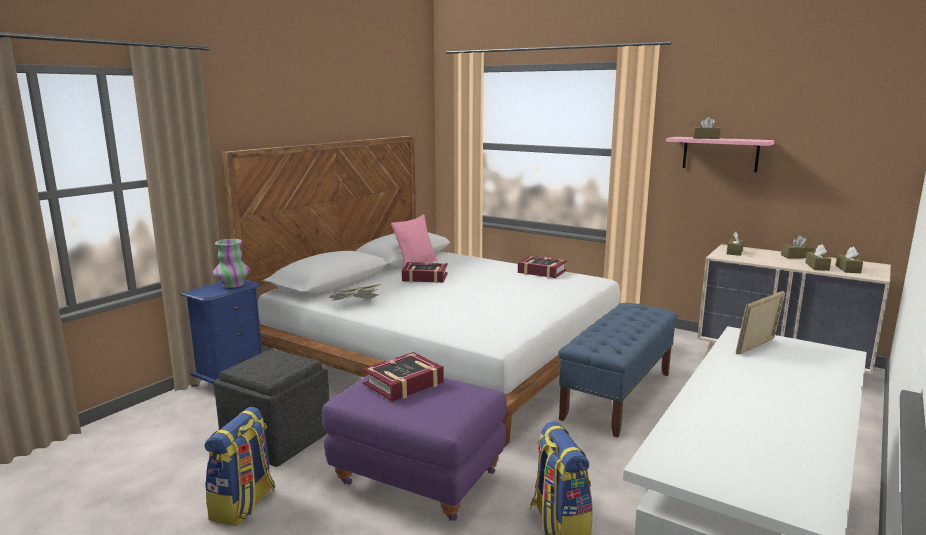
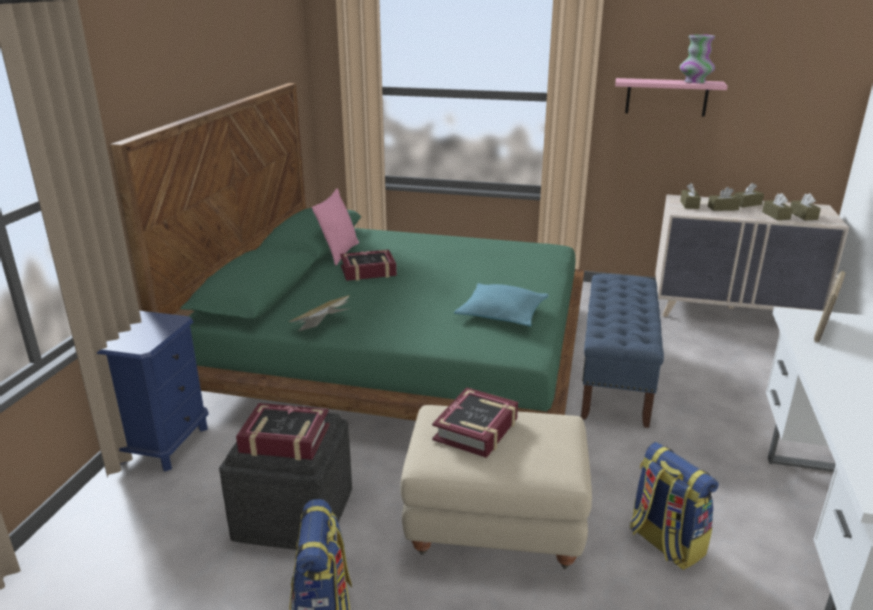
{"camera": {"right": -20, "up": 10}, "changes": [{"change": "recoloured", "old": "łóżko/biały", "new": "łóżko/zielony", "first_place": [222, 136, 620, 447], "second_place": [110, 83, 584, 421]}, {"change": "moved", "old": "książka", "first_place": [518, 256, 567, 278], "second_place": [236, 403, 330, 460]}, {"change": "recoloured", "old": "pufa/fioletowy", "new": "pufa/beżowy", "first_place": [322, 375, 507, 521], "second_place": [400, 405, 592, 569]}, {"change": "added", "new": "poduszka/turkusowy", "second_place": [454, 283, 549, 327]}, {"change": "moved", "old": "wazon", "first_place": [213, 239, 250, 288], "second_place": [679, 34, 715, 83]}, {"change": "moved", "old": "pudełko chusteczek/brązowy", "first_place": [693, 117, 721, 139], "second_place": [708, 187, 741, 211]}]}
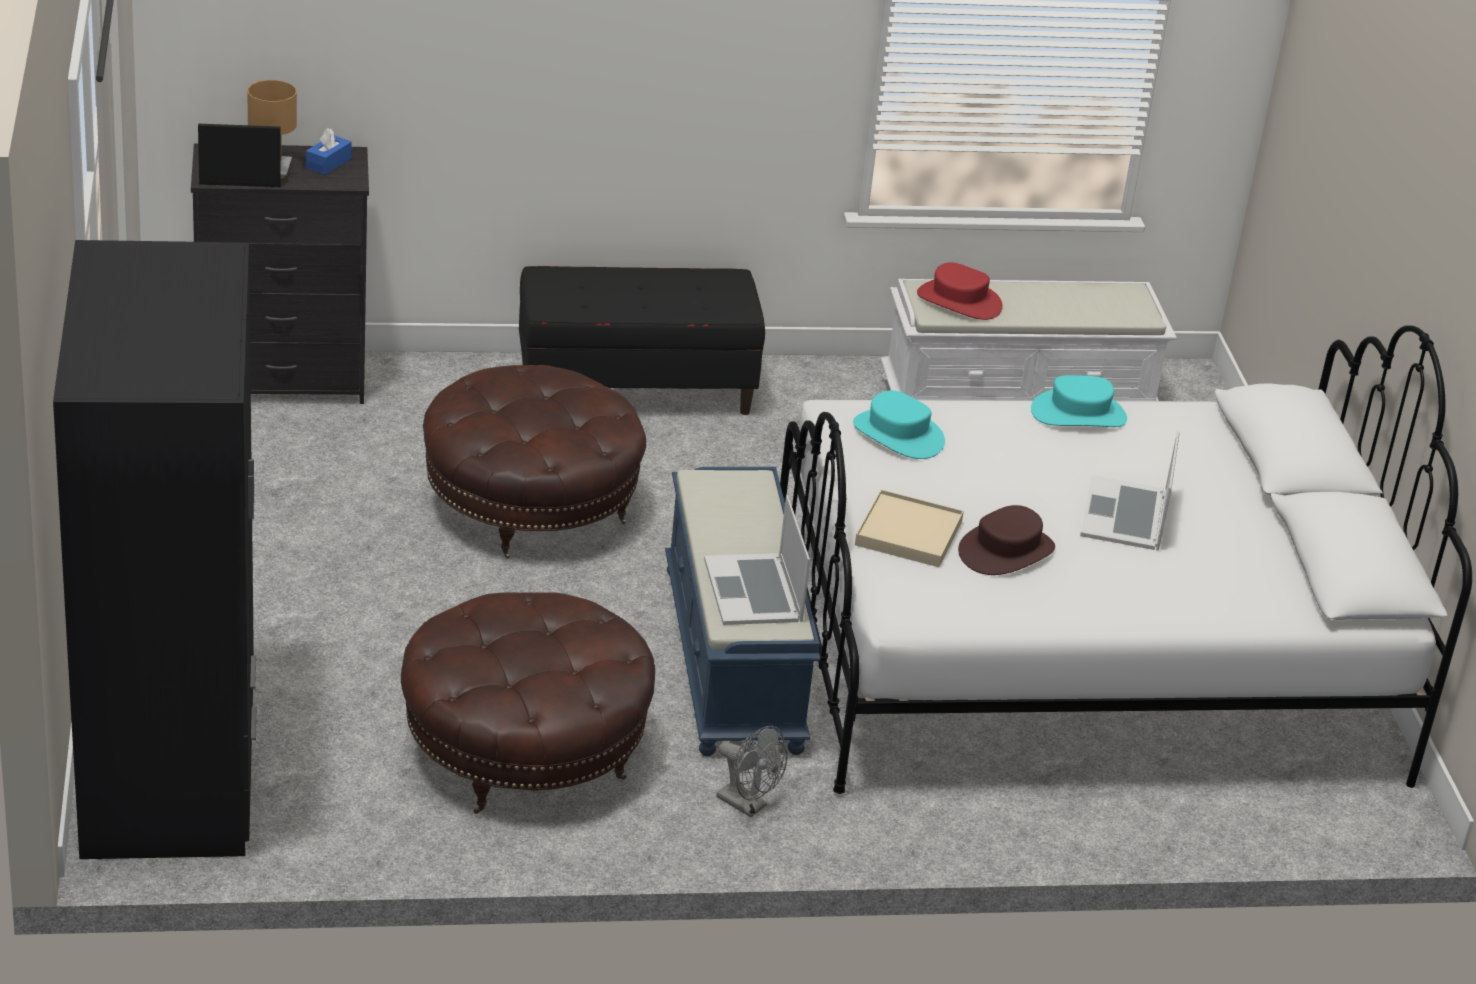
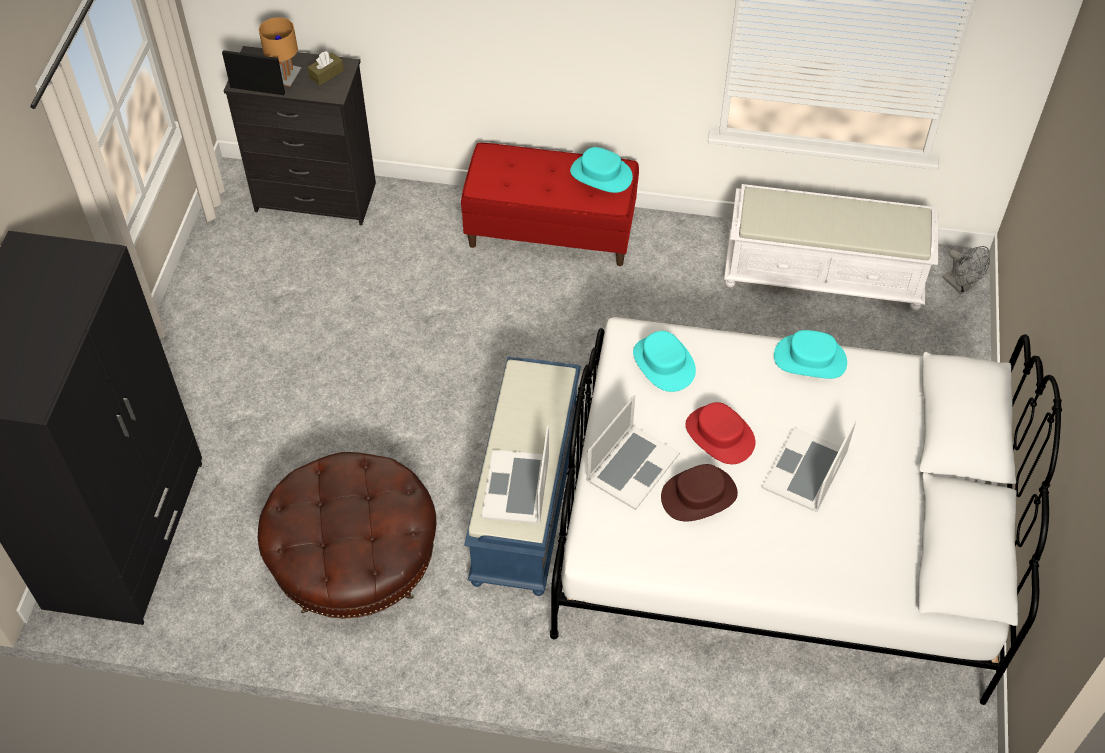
{"camera": {"right": 20, "up": 20}, "changes": [{"change": "recoloured", "old": "pudełko chusteczek/niebieski", "new": "pudełko chusteczek/brązowy", "first_place": [306, 128, 352, 175], "second_place": [307, 51, 344, 86]}, {"change": "recoloured", "old": "ławka/czarny", "new": "ławka/czerwony", "first_place": [519, 266, 765, 415], "second_place": [461, 143, 639, 266]}, {"change": "added", "new": "kapelusz/turkusowy", "second_place": [570, 147, 633, 193]}, {"change": "replaced", "old": "taca/beżowy", "new": "laptop", "first_place": [855, 490, 964, 567], "second_place": [587, 395, 680, 510]}, {"change": "moved", "old": "kapelusz/czerwony", "first_place": [917, 262, 1003, 320], "second_place": [686, 402, 756, 464]}, {"change": "moved", "old": "wentylator/szary", "first_place": [716, 726, 787, 817], "second_place": [943, 246, 990, 294]}, {"change": "removed", "old": "pufa/brązowy", "first_place": [423, 365, 646, 559]}]}
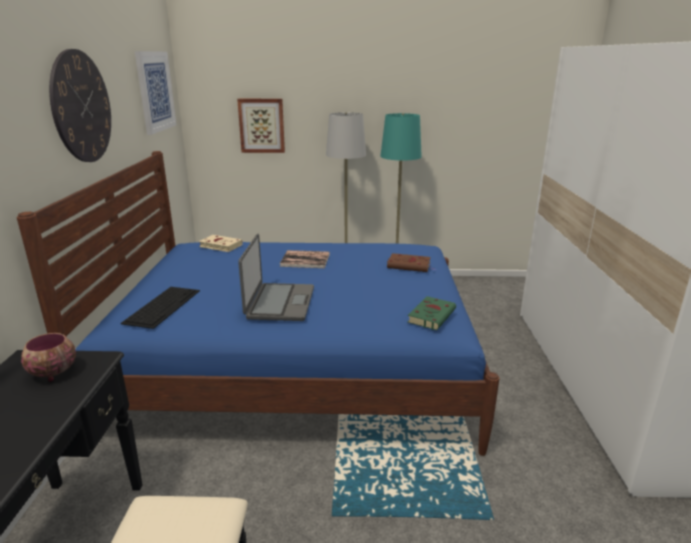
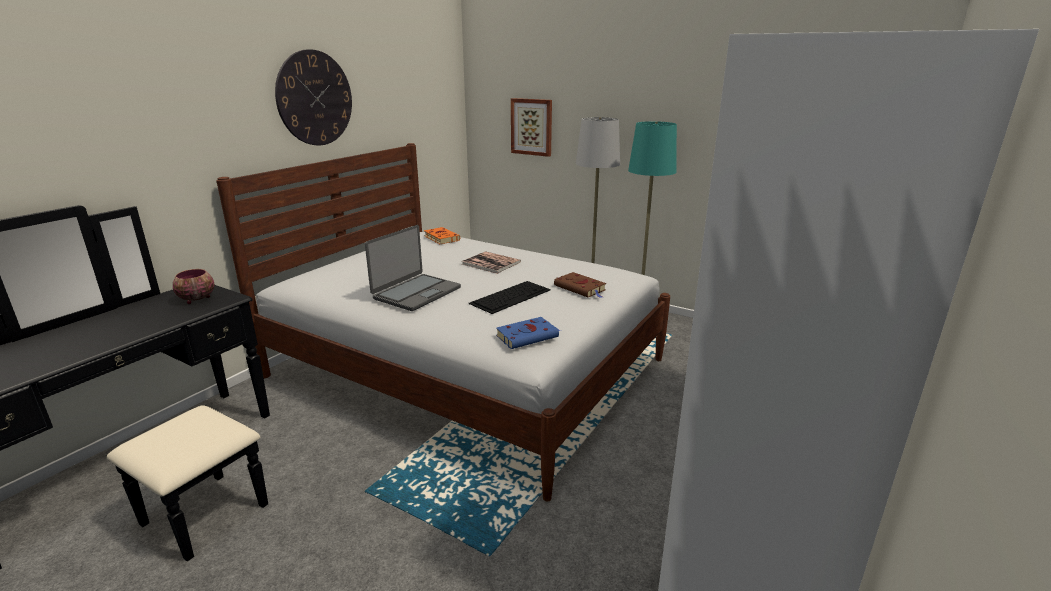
{"camera": {"right": 30, "up": 0}, "changes": [{"change": "recoloured", "old": "łóżko/niebieski", "new": "łóżko/biały", "first_place": [17, 151, 500, 456], "second_place": [216, 143, 670, 502]}, {"change": "recoloured", "old": "książka/beżowy", "new": "książka/pomarańczowy", "first_place": [199, 235, 243, 252], "second_place": [424, 227, 460, 244]}, {"change": "moved", "old": "klawiatura", "first_place": [120, 287, 200, 329], "second_place": [468, 281, 551, 314]}, {"change": "recoloured", "old": "książka/zielony", "new": "książka/niebieski", "first_place": [407, 296, 456, 330], "second_place": [496, 317, 561, 349]}, {"change": "removed", "old": "obraz", "first_place": [135, 51, 177, 135]}]}
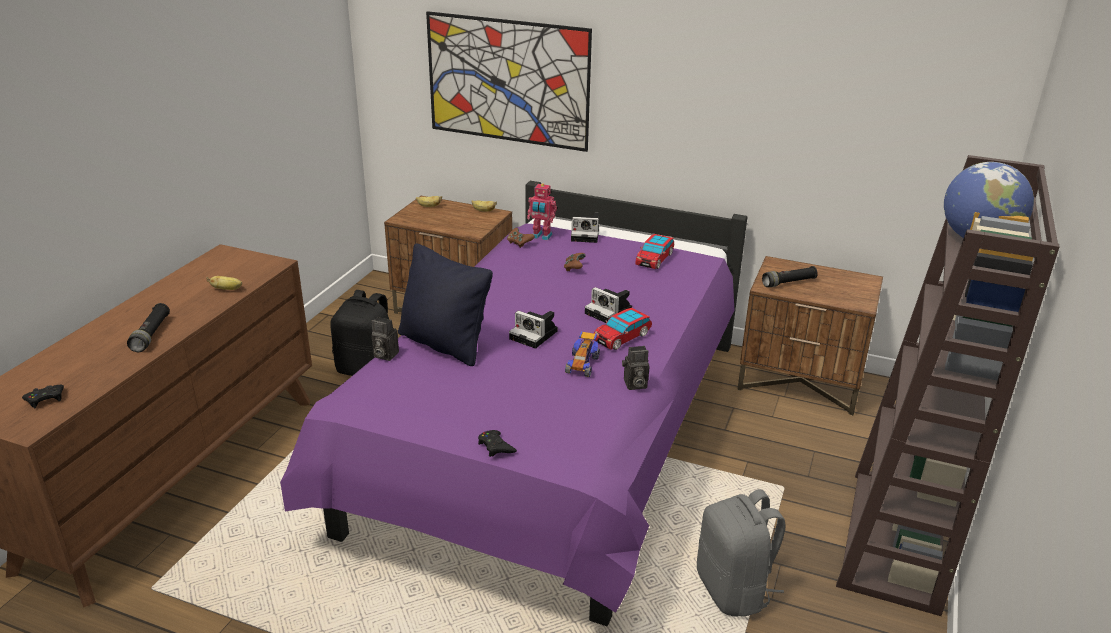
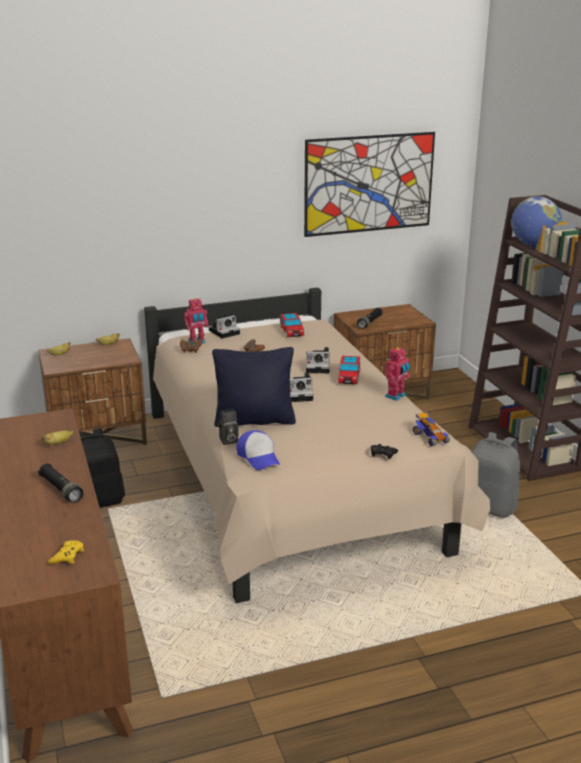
{"camera": {"right": -40, "up": -5}, "changes": [{"change": "recoloured", "old": "pad do gier/czarny", "new": "pad do gier/żółty", "first_place": [22, 385, 64, 409], "second_place": [48, 540, 84, 564]}, {"change": "recoloured", "old": "łóżko/fioletowy", "new": "łóżko/beżowy", "first_place": [280, 181, 747, 626], "second_place": [144, 288, 490, 603]}, {"change": "added", "new": "czapka z daszkiem", "second_place": [236, 430, 280, 470]}, {"change": "moved", "old": "obraz", "first_place": [426, 11, 592, 152], "second_place": [304, 132, 435, 237]}, {"change": "replaced", "old": "aparat fotograficzny", "new": "robot zabawkowy", "first_place": [622, 346, 650, 390], "second_place": [385, 346, 410, 401]}, {"change": "moved", "old": "samochodzik", "first_place": [565, 331, 600, 377], "second_place": [413, 412, 450, 446]}]}
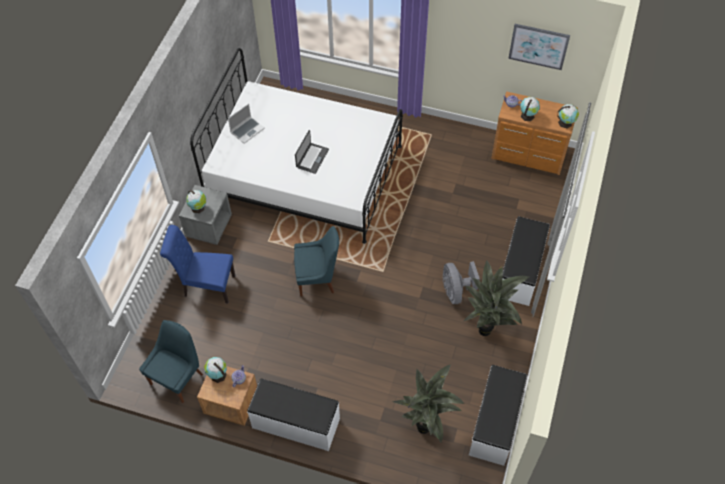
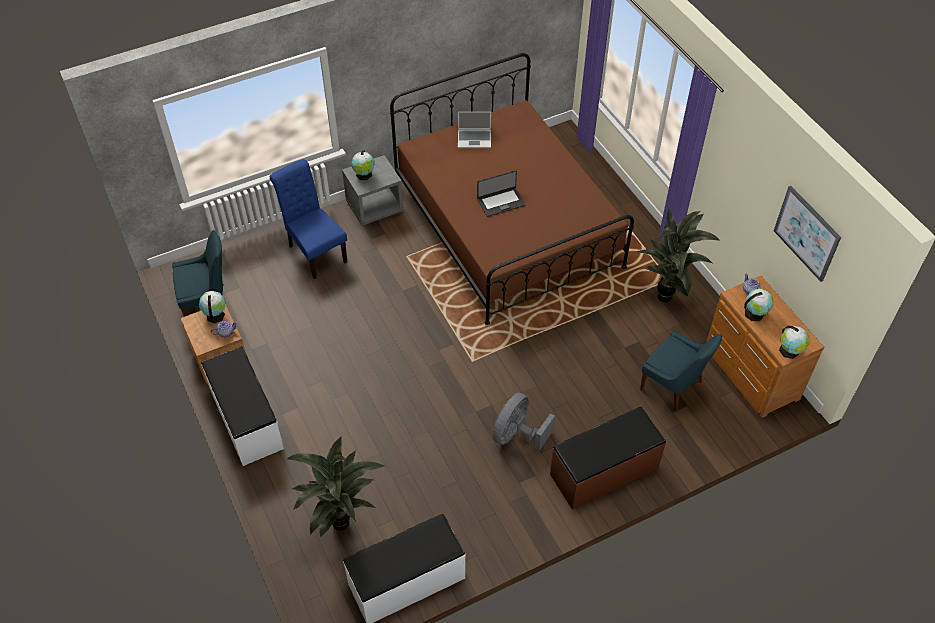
{"camera": {"right": 45, "up": -5}, "changes": [{"change": "recoloured", "old": "łóżko/biały", "new": "łóżko/brązowy", "first_place": [190, 48, 403, 244], "second_place": [390, 53, 634, 325]}, {"change": "recoloured", "old": "ławka/biały", "new": "ławka/brązowy", "first_place": [502, 216, 550, 306], "second_place": [550, 407, 666, 510]}, {"change": "moved", "old": "roślina doniczkowa", "first_place": [464, 261, 529, 336], "second_place": [636, 209, 720, 303]}, {"change": "moved", "old": "krzesło/niebieski", "first_place": [294, 226, 339, 296], "second_place": [640, 331, 722, 412]}]}
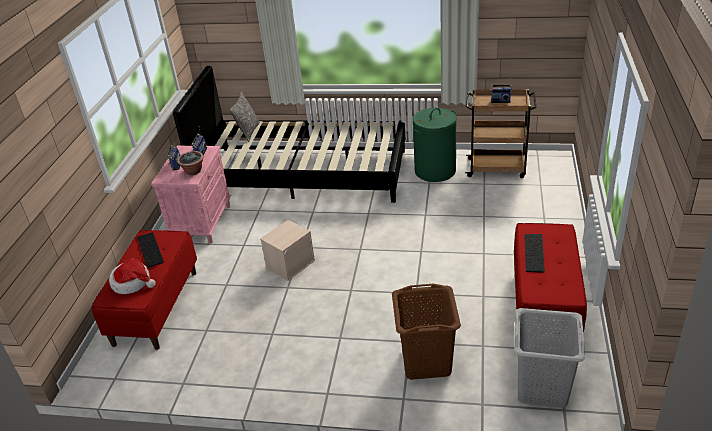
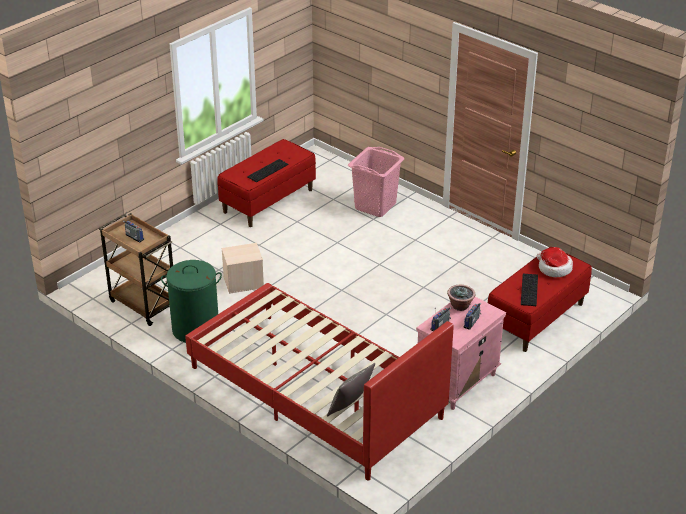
{"camera": {"right": -150, "up": 0}, "changes": [{"change": "recoloured", "old": "łóżko/czarny", "new": "łóżko/czerwony", "first_place": [173, 66, 405, 203], "second_place": [185, 283, 454, 481]}, {"change": "moved", "old": "pojemnik do przechowywania/beżowy", "first_place": [260, 220, 315, 281], "second_place": [221, 243, 264, 294]}, {"change": "recoloured", "old": "kosz na pranie/brązowy", "new": "kosz na pranie/różowy", "first_place": [392, 284, 461, 380], "second_place": [348, 147, 404, 217]}, {"change": "removed", "old": "kosz na pranie/szary", "first_place": [514, 308, 585, 408]}]}
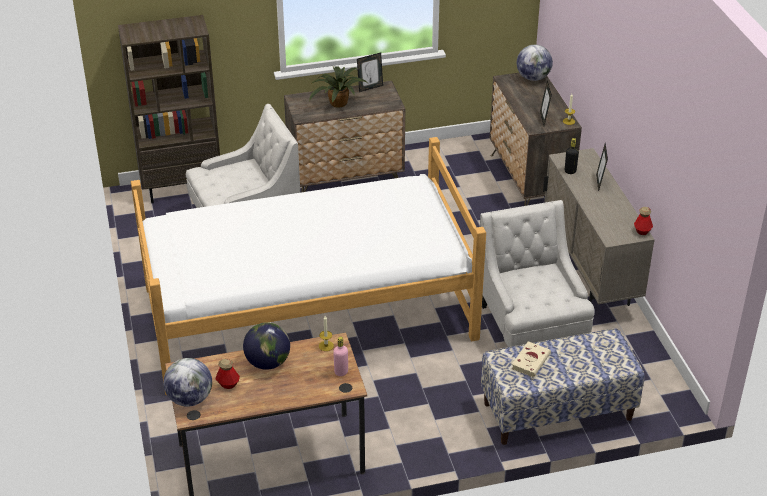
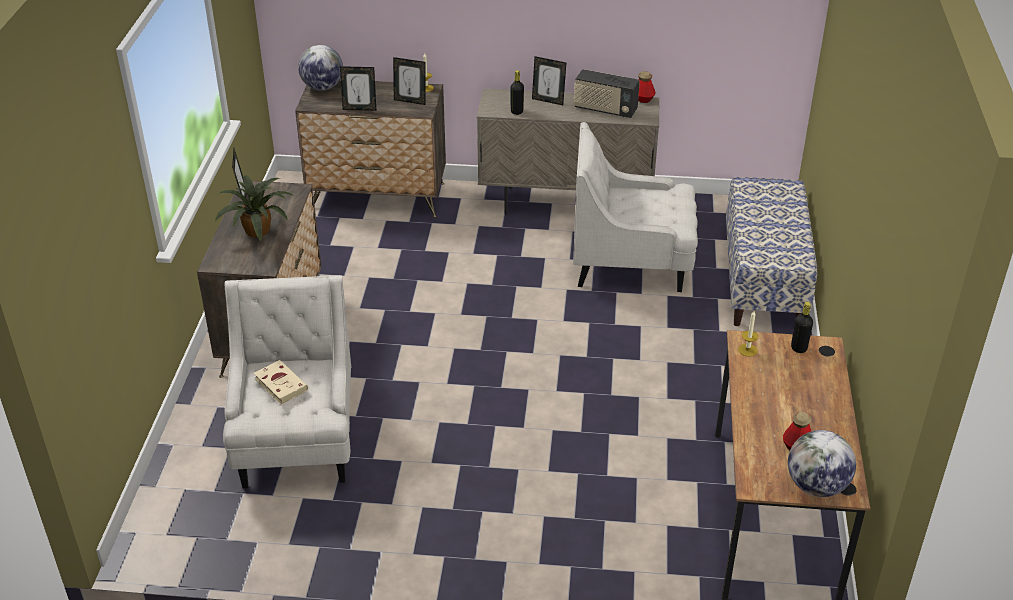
{"camera": {"right": -70, "up": 0}, "changes": [{"change": "moved", "old": "książka/beżowy", "first_place": [511, 341, 551, 377], "second_place": [254, 360, 308, 404]}, {"change": "added", "new": "ramka na zdjęcie", "second_place": [340, 66, 376, 111]}, {"change": "added", "new": "radio", "second_place": [574, 69, 640, 118]}, {"change": "recoloured", "old": "butelka/różowy", "new": "butelka/czarny", "first_place": [333, 336, 348, 376], "second_place": [791, 302, 813, 353]}, {"change": "removed", "old": "regał/brązowy", "first_place": [118, 15, 220, 203]}, {"change": "removed", "old": "łóżko", "first_place": [131, 137, 486, 395]}, {"change": "removed", "old": "globus", "first_place": [243, 322, 290, 370]}]}
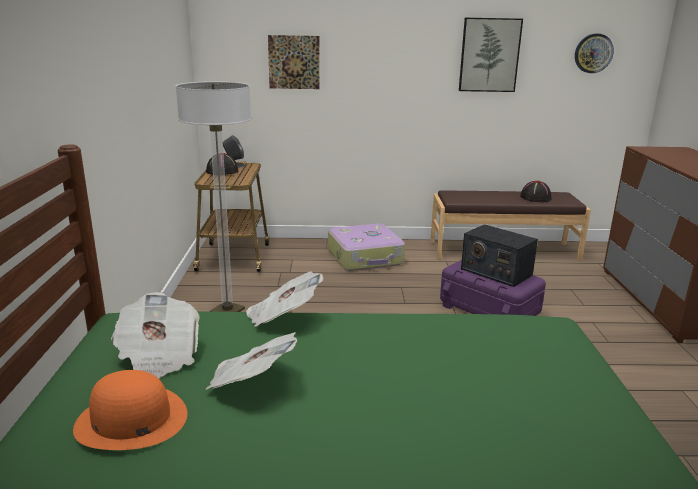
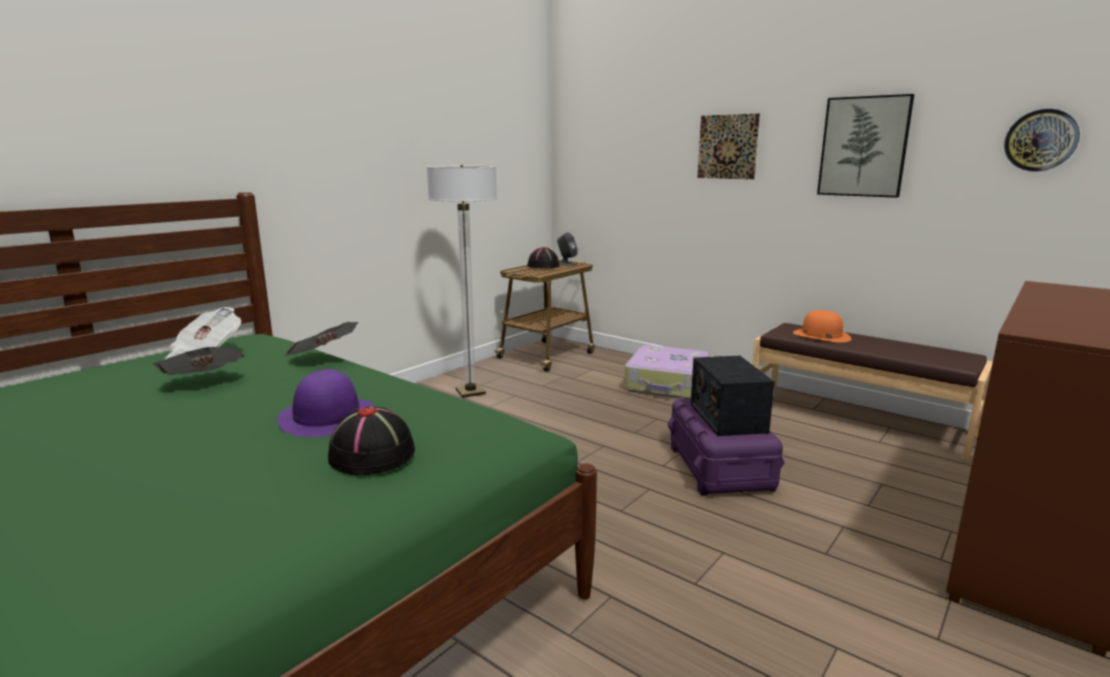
{"camera": {"right": 40, "up": -5}, "changes": [{"change": "added", "new": "kapelusz/fioletowy", "second_place": [277, 369, 374, 437]}, {"change": "moved", "old": "kapelusz/czarny", "first_place": [520, 181, 552, 202], "second_place": [328, 407, 415, 475]}, {"change": "moved", "old": "obraz", "first_place": [268, 35, 320, 89], "second_place": [697, 114, 760, 179]}, {"change": "moved", "old": "kapelusz/pomarańczowy", "first_place": [73, 370, 187, 450], "second_place": [793, 310, 851, 342]}]}
